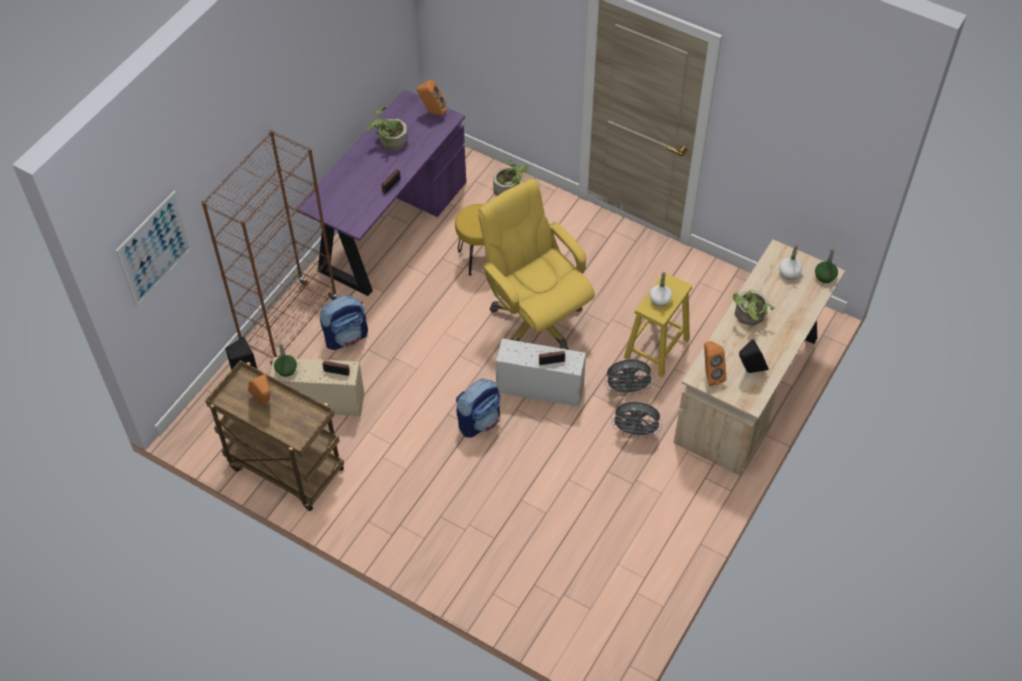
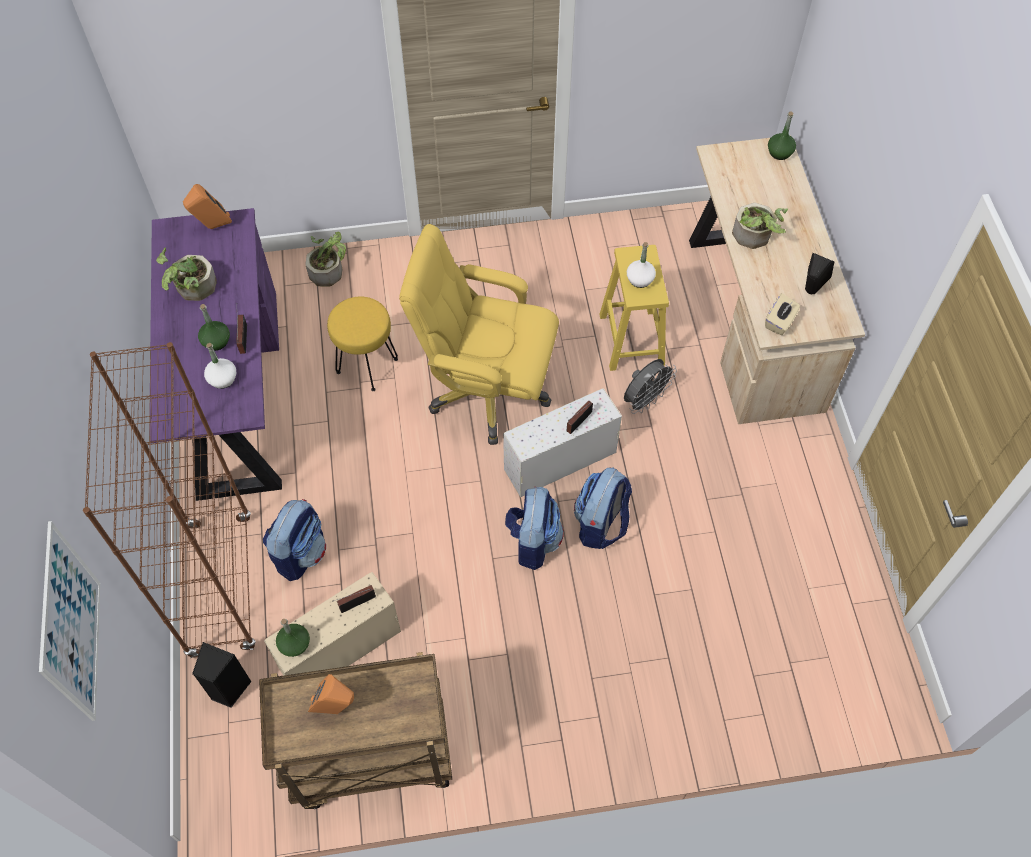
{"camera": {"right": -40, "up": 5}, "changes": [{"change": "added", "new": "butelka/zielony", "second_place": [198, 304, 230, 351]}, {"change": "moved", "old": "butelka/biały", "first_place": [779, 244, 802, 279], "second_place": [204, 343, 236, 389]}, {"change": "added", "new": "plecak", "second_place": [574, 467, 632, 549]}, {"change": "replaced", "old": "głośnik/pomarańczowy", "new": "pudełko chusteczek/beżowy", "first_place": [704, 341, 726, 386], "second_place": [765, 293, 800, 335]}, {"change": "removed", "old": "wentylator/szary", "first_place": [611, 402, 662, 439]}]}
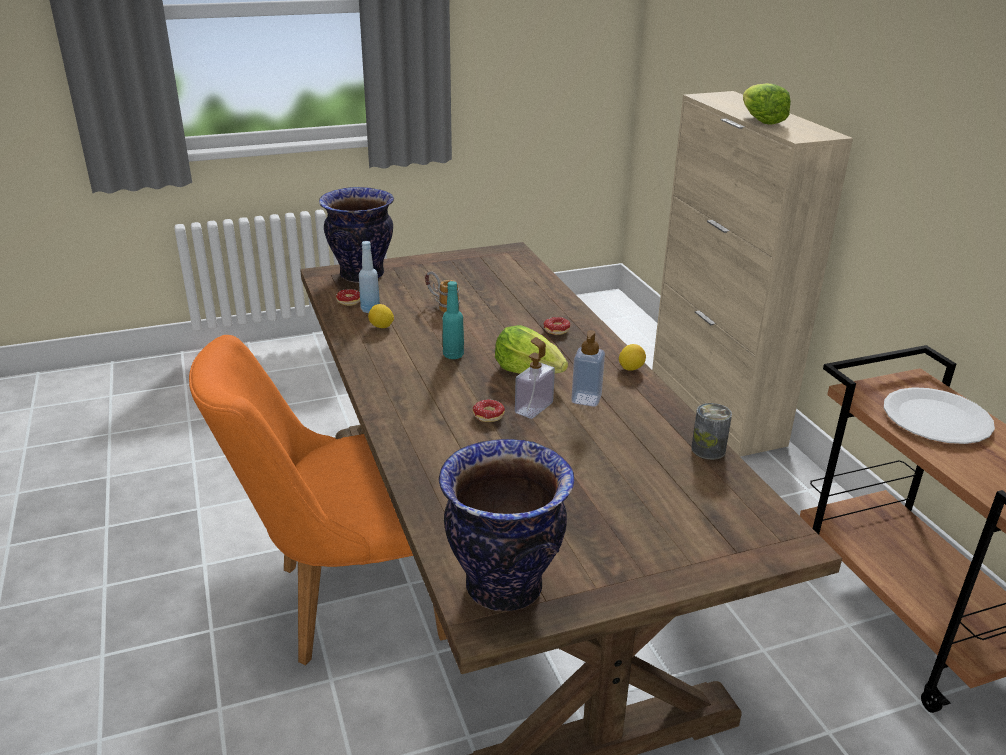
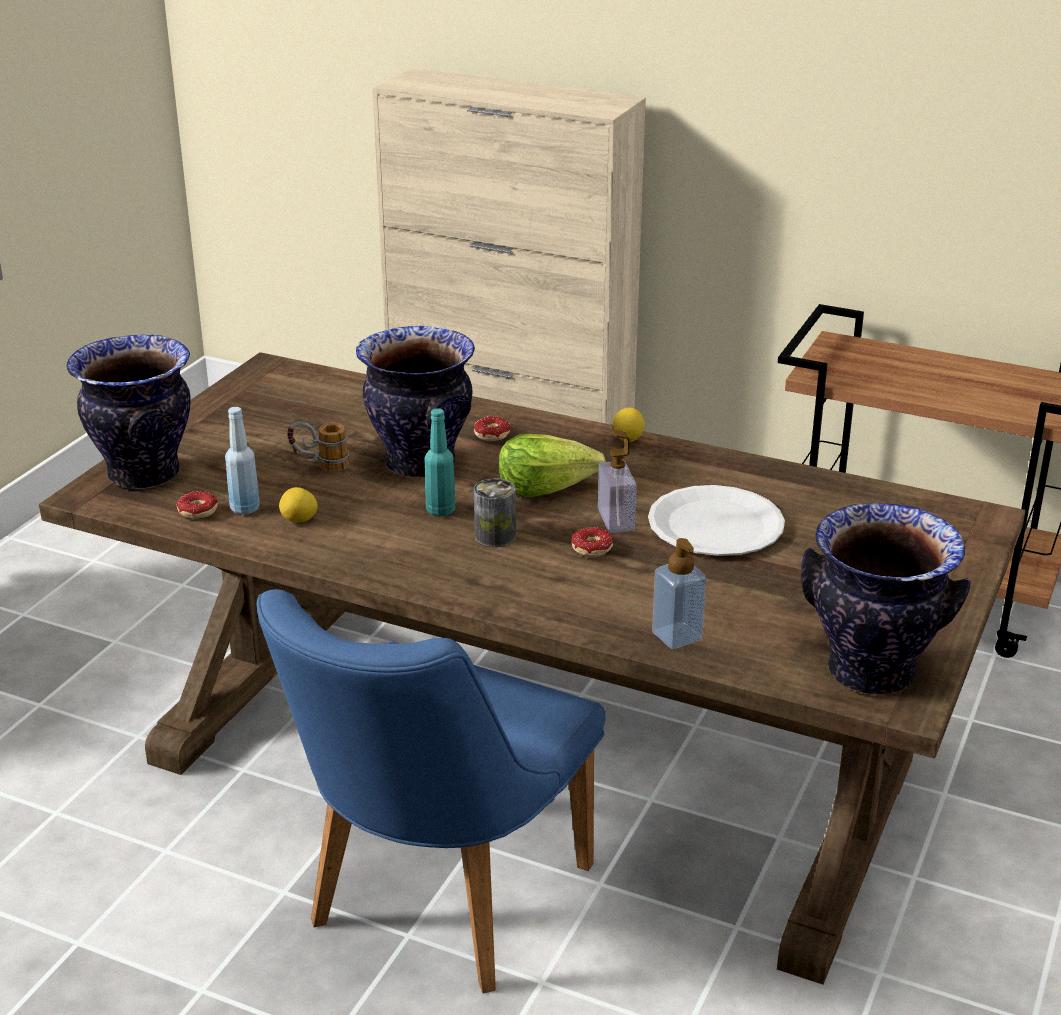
{"camera": {"right": -45, "up": 0}, "changes": [{"change": "recoloured", "old": "krzesło/pomarańczowy", "new": "krzesło/niebieski", "first_place": [189, 335, 447, 665], "second_place": [256, 589, 606, 994]}, {"change": "added", "new": "wazon", "second_place": [356, 326, 475, 478]}, {"change": "moved", "old": "puszka", "first_place": [691, 403, 732, 460], "second_place": [474, 478, 516, 547]}, {"change": "moved", "old": "talerz/biały", "first_place": [884, 387, 995, 444], "second_place": [648, 485, 785, 556]}, {"change": "moved", "old": "dozownik mydła", "first_place": [571, 330, 605, 407], "second_place": [652, 538, 706, 649]}, {"change": "removed", "old": "sałata", "first_place": [743, 83, 791, 125]}]}
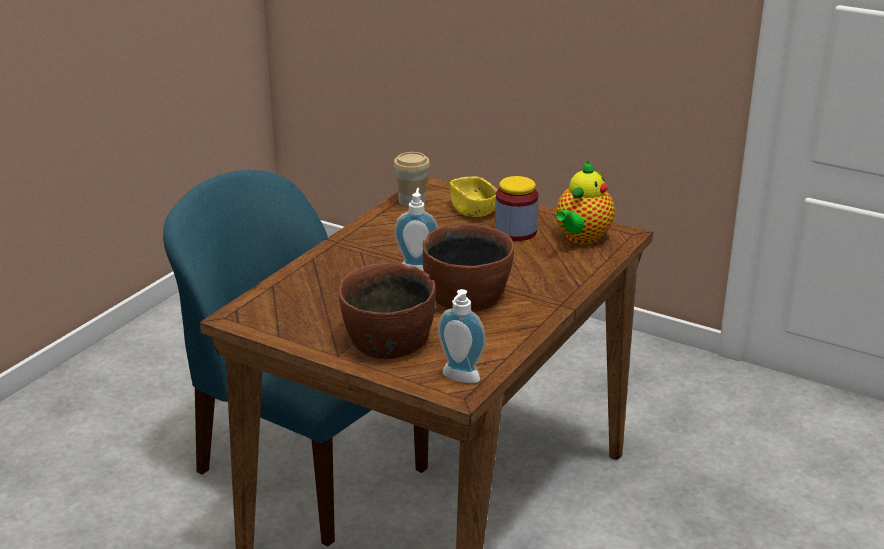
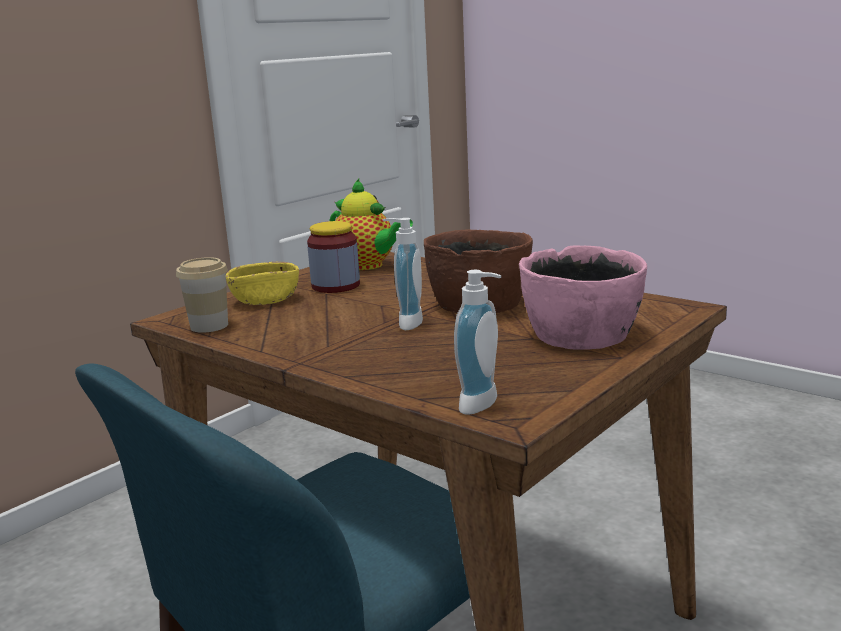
{"camera": {"right": -80, "up": -10}, "changes": [{"change": "moved", "old": "dozownik mydła", "first_place": [438, 289, 486, 383], "second_place": [454, 270, 501, 415]}, {"change": "recoloured", "old": "miska/brązowy", "new": "miska/różowy", "first_place": [339, 263, 436, 359], "second_place": [519, 246, 647, 350]}]}
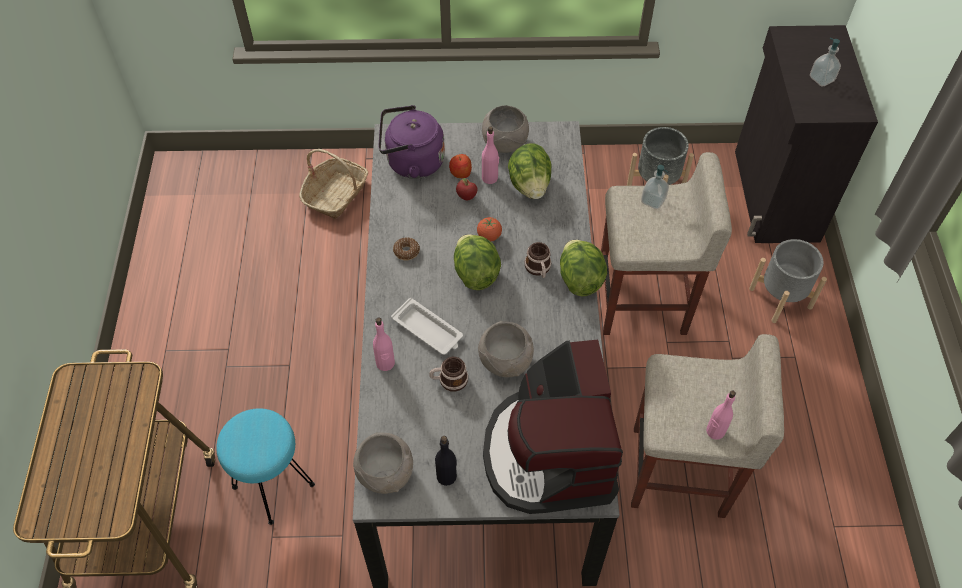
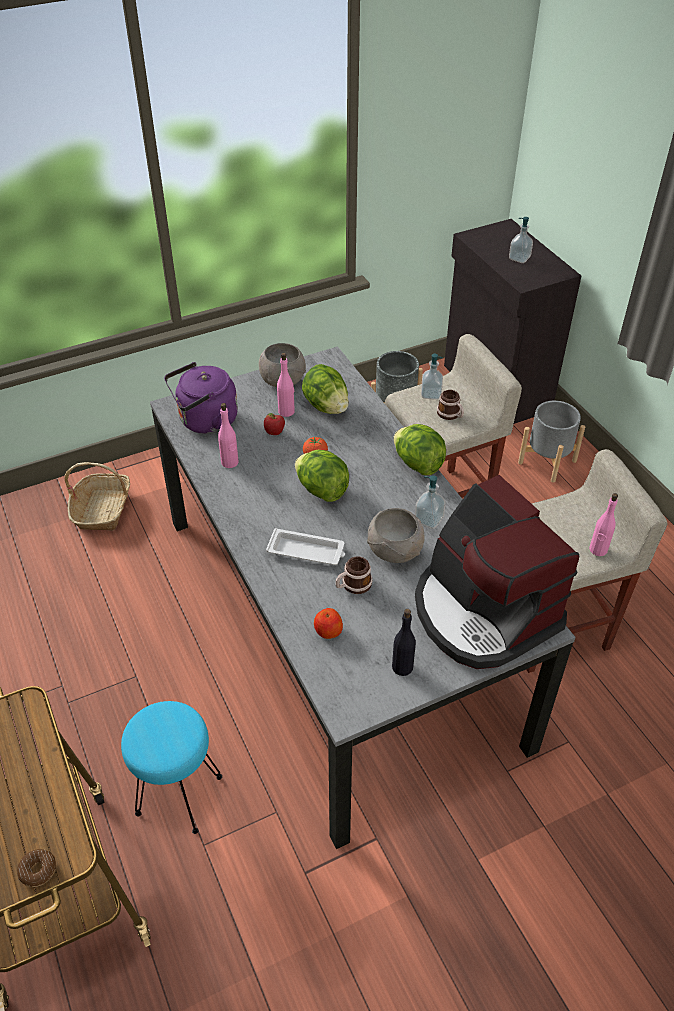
{"camera": {"right": -25, "up": -10}, "changes": [{"change": "moved", "old": "donut", "first_place": [393, 237, 420, 260], "second_place": [17, 849, 56, 887]}, {"change": "moved", "old": "butelka/różowy", "first_place": [373, 317, 395, 371], "second_place": [218, 403, 239, 468]}, {"change": "moved", "old": "jabłko", "first_place": [449, 154, 472, 178], "second_place": [314, 608, 343, 639]}, {"change": "added", "new": "dozownik mydła", "second_place": [415, 475, 446, 529]}, {"change": "moved", "old": "kubek", "first_place": [524, 242, 551, 278], "second_place": [437, 390, 464, 420]}, {"change": "removed", "old": "miska/szary", "first_place": [353, 432, 413, 494]}]}
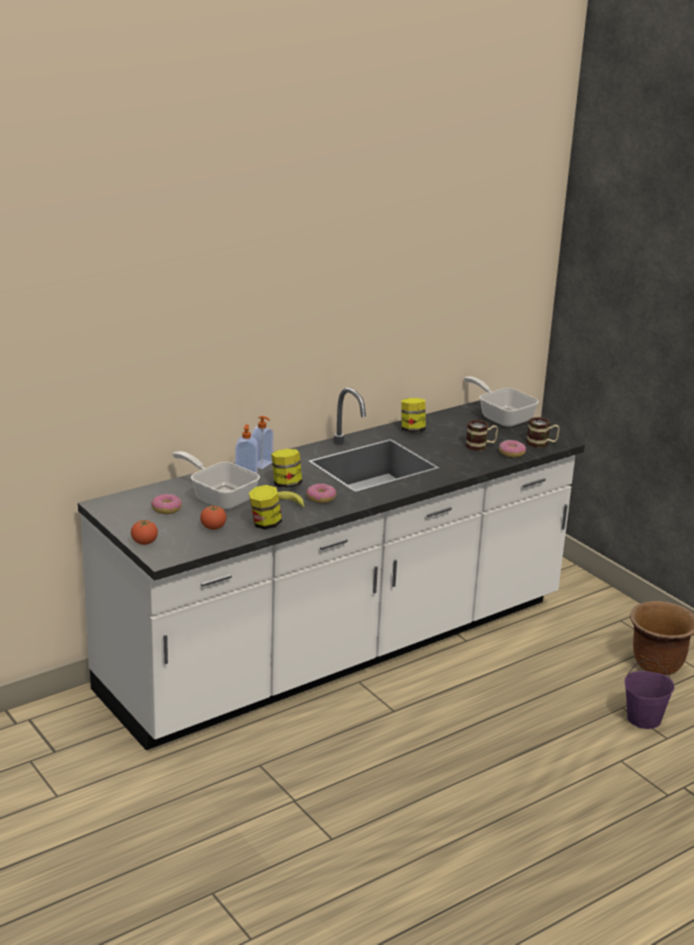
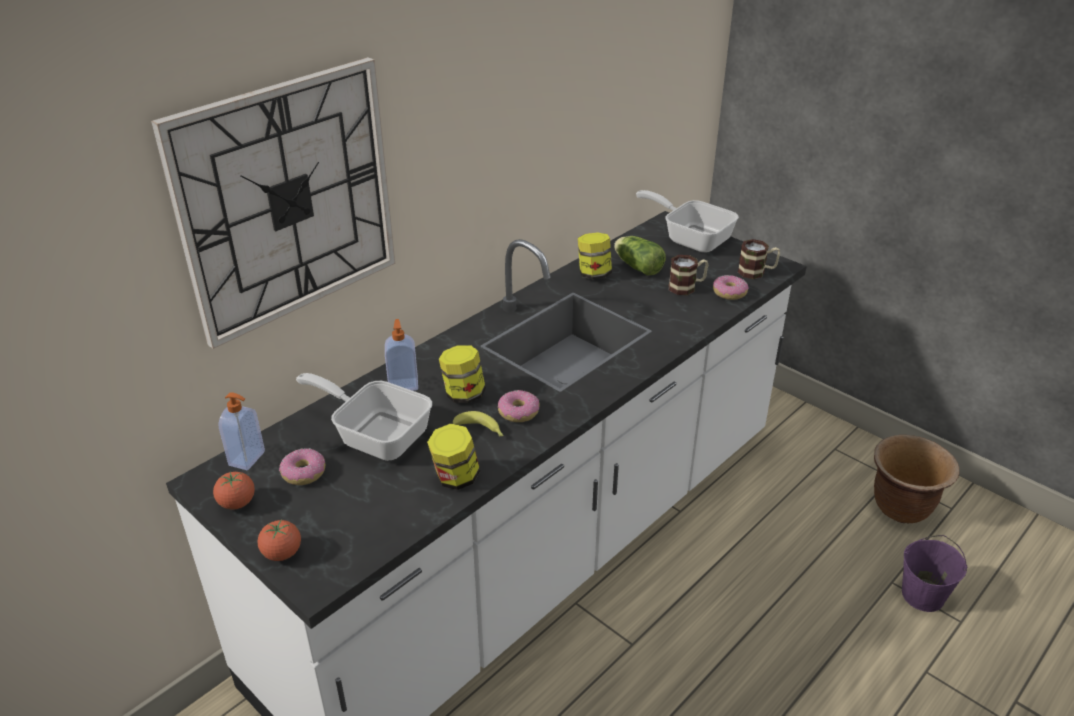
{"camera": {"right": -10, "up": 10}, "changes": [{"change": "added", "new": "zegar ścienny", "second_place": [151, 57, 395, 349]}, {"change": "moved", "old": "pomidor", "first_place": [200, 505, 227, 530], "second_place": [213, 472, 255, 510]}, {"change": "moved", "old": "dozownik mydła", "first_place": [251, 416, 274, 469], "second_place": [218, 392, 265, 470]}, {"change": "added", "new": "sałata", "second_place": [614, 236, 666, 275]}]}
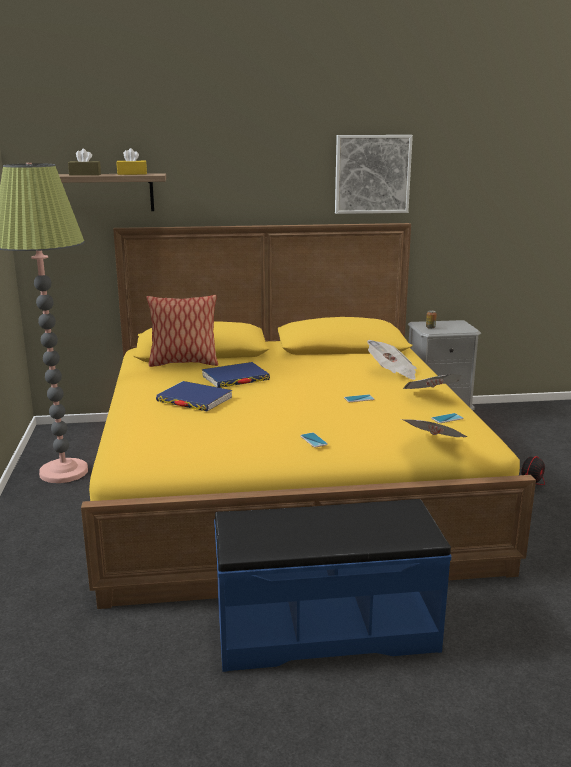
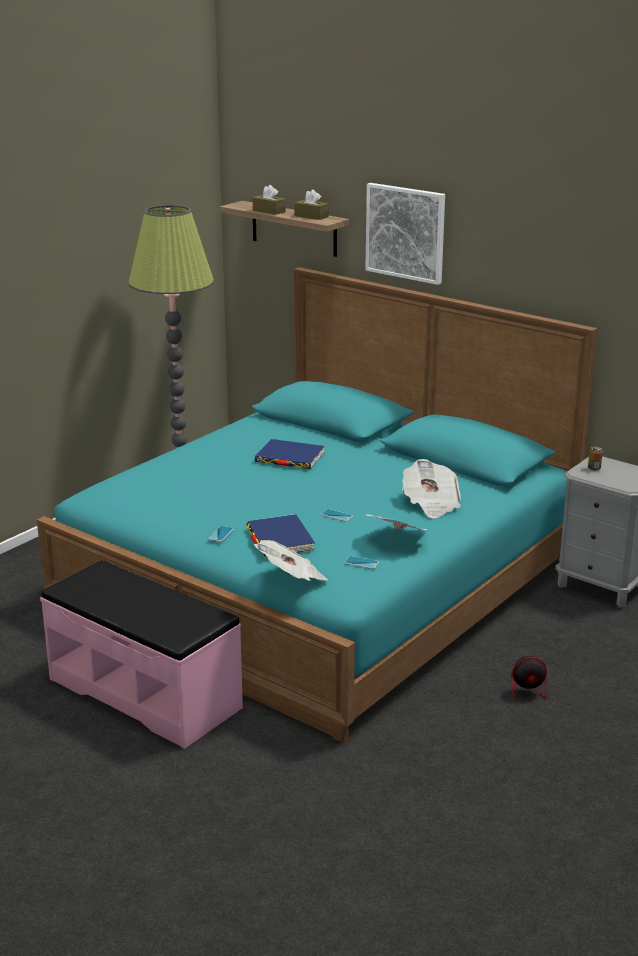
{"camera": {"right": 45, "up": 5}, "changes": [{"change": "recoloured", "old": "łóżko/żółty", "new": "łóżko/turkusowy", "first_place": [81, 223, 536, 609], "second_place": [37, 267, 597, 743]}, {"change": "recoloured", "old": "ławka/niebieski", "new": "ławka/różowy", "first_place": [214, 499, 451, 672], "second_place": [40, 560, 243, 749]}, {"change": "moved", "old": "książka/niebieski", "first_place": [156, 381, 232, 411], "second_place": [246, 514, 315, 557]}, {"change": "recoloured", "old": "pudełko chusteczek/żółty", "new": "pudełko chusteczek/brązowy", "first_place": [117, 148, 147, 175], "second_place": [294, 190, 329, 220]}, {"change": "moved", "old": "obraz", "first_place": [335, 135, 413, 214], "second_place": [365, 183, 445, 285]}, {"change": "removed", "old": "poduszka", "first_place": [147, 295, 218, 367]}]}
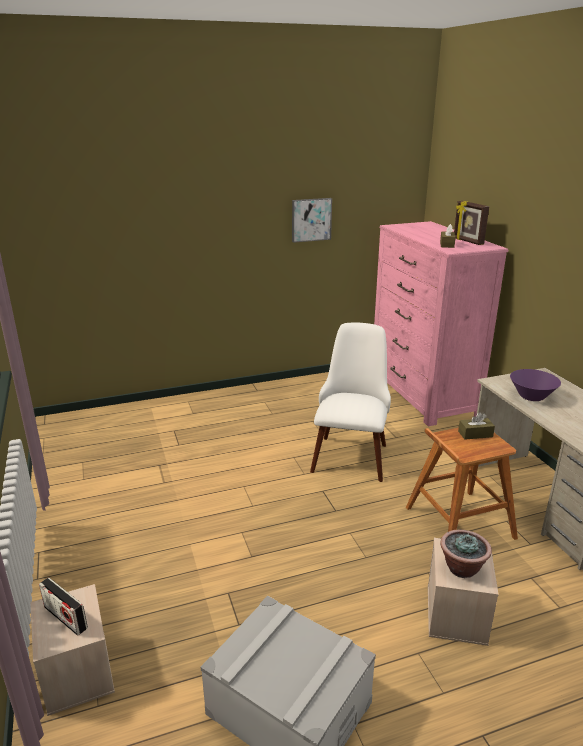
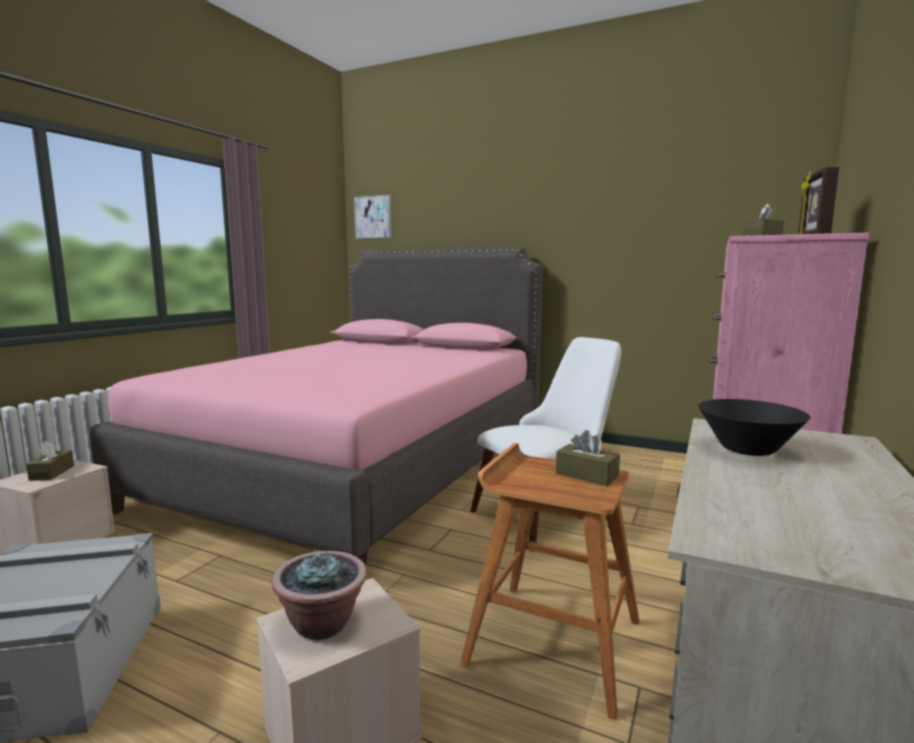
{"camera": {"right": 45, "up": -15}, "changes": [{"change": "replaced", "old": "radio", "new": "pudełko chusteczek/brązowy", "first_place": [39, 578, 88, 636], "second_place": [26, 441, 74, 481]}, {"change": "added", "new": "łóżko/różowy", "second_place": [90, 247, 543, 566]}, {"change": "moved", "old": "obraz", "first_place": [292, 198, 332, 243], "second_place": [354, 195, 392, 239]}, {"change": "recoloured", "old": "miska/fioletowy", "new": "miska/czarny", "first_place": [510, 369, 561, 401], "second_place": [698, 399, 810, 456]}]}
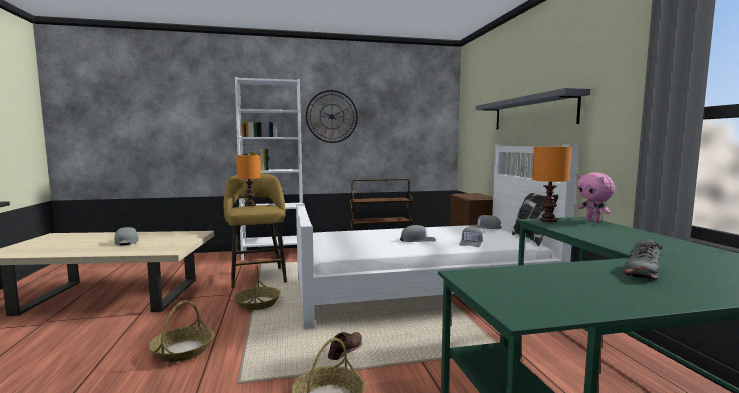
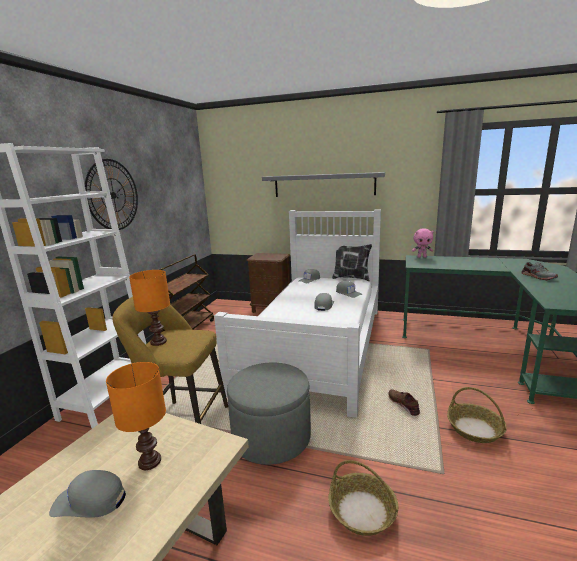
{"camera": {"right": -60, "up": 10}, "changes": [{"change": "moved", "old": "lampa stołowa/pomarańczowy", "first_place": [532, 147, 571, 222], "second_place": [106, 362, 166, 470]}, {"change": "replaced", "old": "koszyk", "new": "pufa/szary", "first_place": [233, 265, 280, 310], "second_place": [227, 362, 311, 465]}]}
